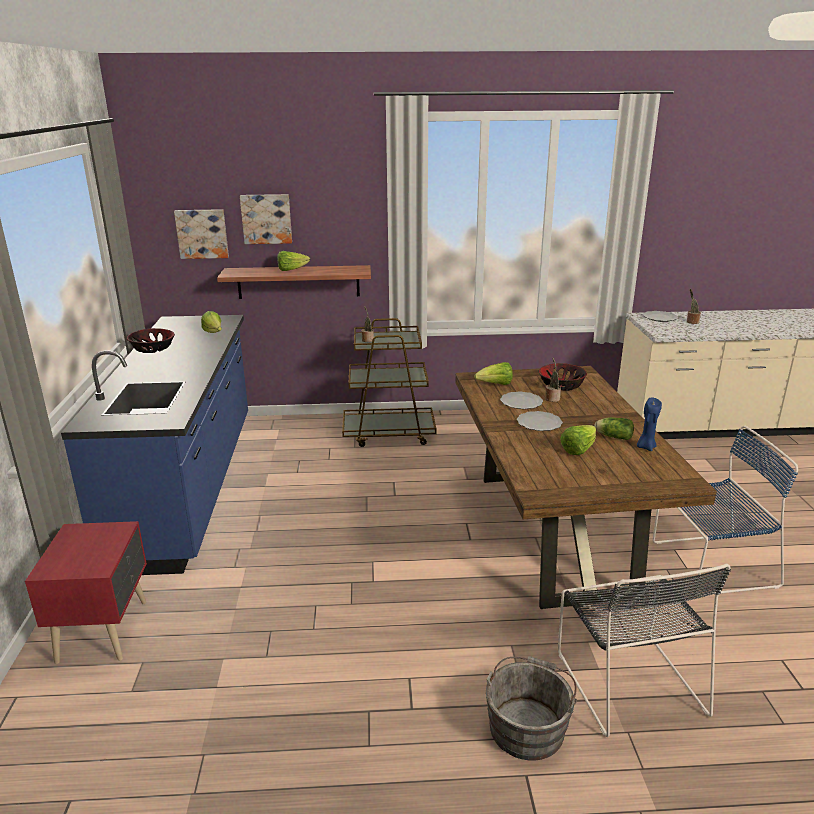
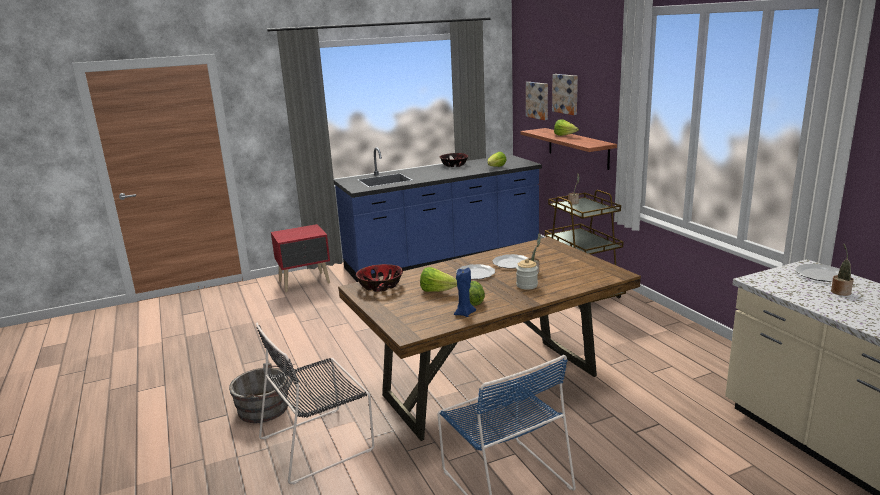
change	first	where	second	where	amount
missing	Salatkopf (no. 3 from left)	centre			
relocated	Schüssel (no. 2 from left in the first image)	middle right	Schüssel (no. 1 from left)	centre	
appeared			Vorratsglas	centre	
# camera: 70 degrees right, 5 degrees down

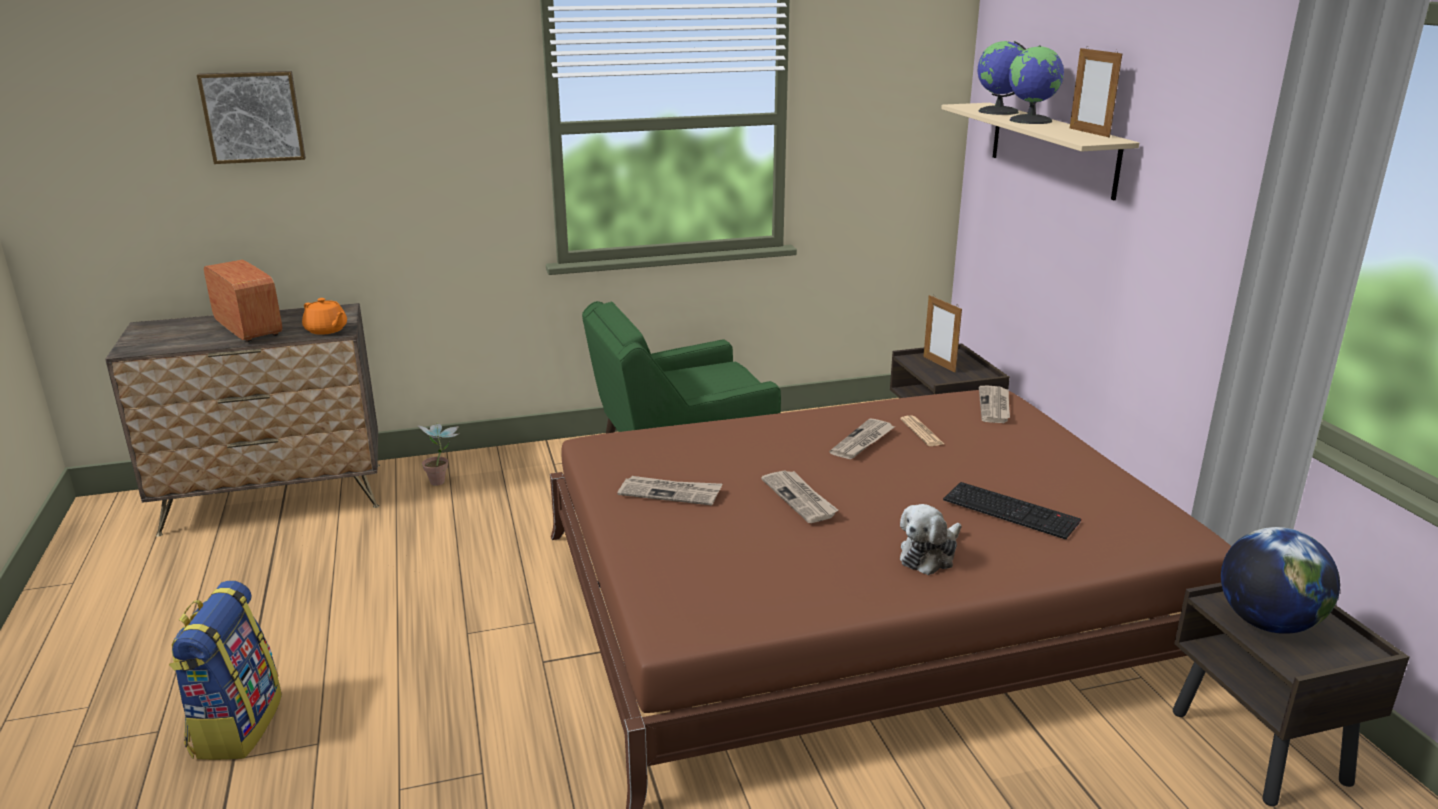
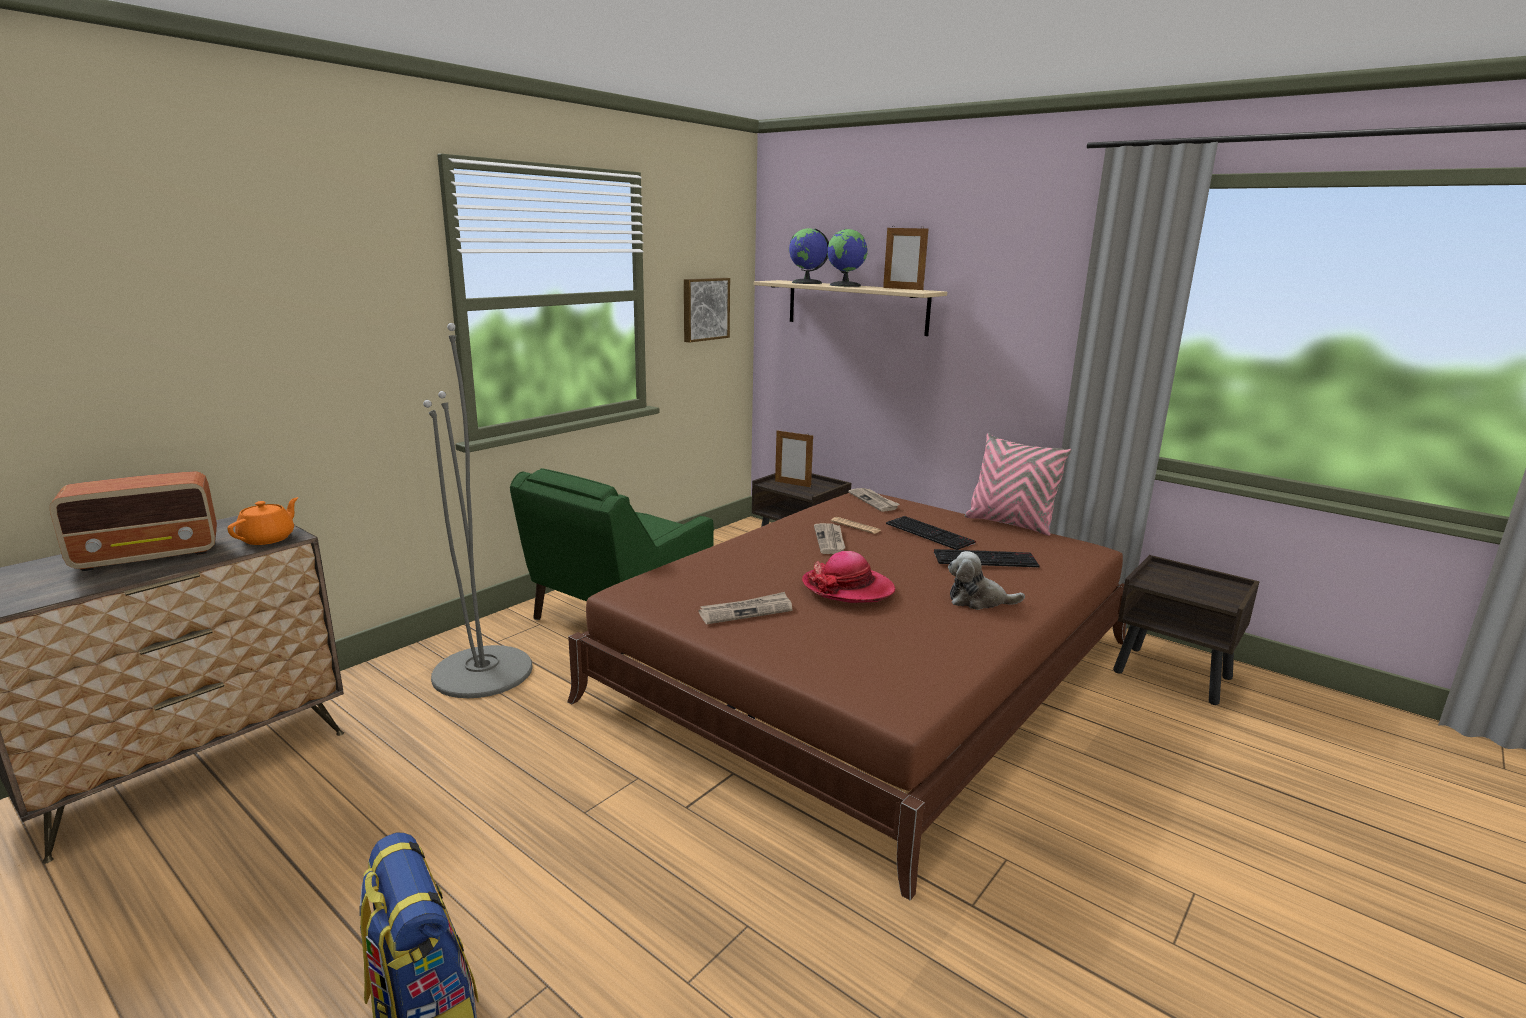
change	first	where	second	where	amount
relocated	Bild	top left		top centre	
spun	Radio	middle left		middle left	135 degrees clockwise
spun	Teekanne [orange]	middle left		middle left	75 degrees counterclockwise
missing	Topfpflanze	middle left			
exchanged	Zeitung (no. 2 from left)	centre	Hut	centre	
spun	Plüschtier	centre		centre	90 degrees clockwise
missing	Globus (no. 3 from left)	bottom right			
appeared			Stehlampe [grau]	middle left	
appeared			Tastatur (no. 1 from left)	centre	
appeared			Kissen [rosa]	middle right	
# camera: 35 degrees left, 5 degrees down

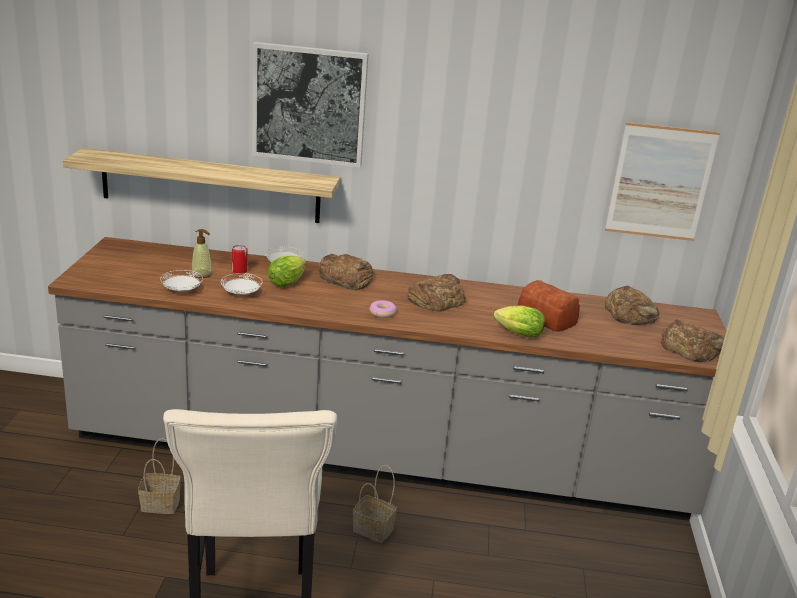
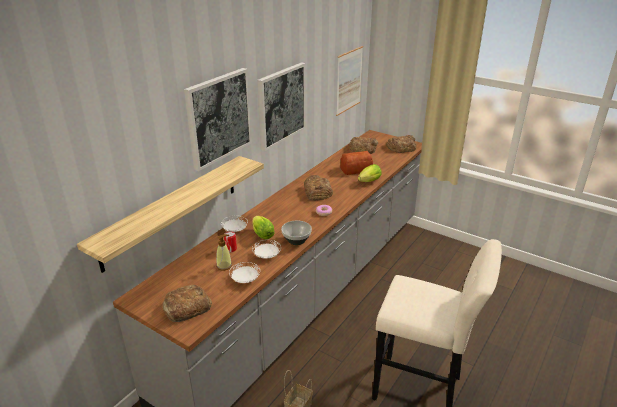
change	first	where	second	where	amount
relocated	Brot (no. 1 from left)	centre		bottom left	
missing	Korb (no. 2 from left)	bottom centre			
appeared			Bild (no. 2 from left)	top centre	
appeared			Schüssel	centre	
# camera: 60 degrees left, 5 degrees up

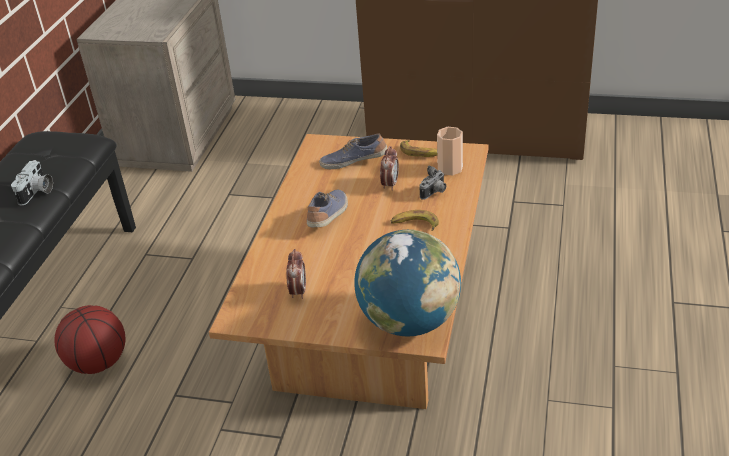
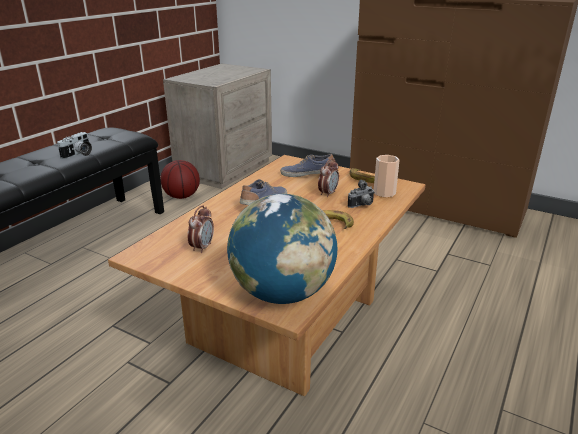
change	first	where	second	where	amount
relocated	Basketball	bottom left		middle left	
# camera: 15 degrees right, 10 degrees down

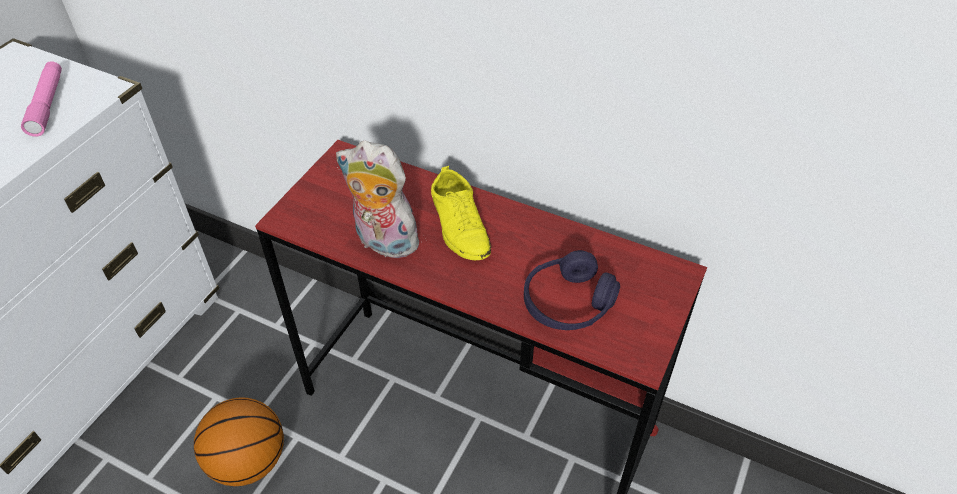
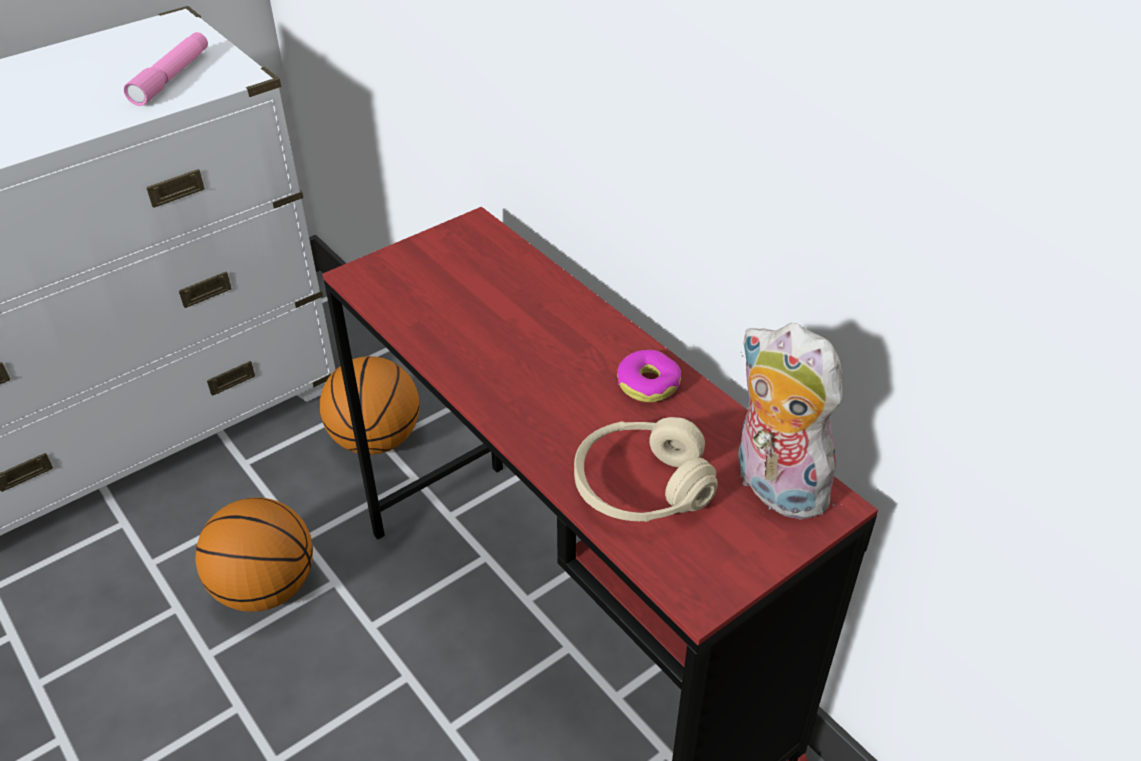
change	first	where	second	where	amount
relocated	Plüschtier	centre		middle right	
missing	Schuh [gelb]	centre			
colour	Kopfhörer [lila]	centre	Kopfhörer [beige]	centre	
appeared			Basketball (no. 2 from left)	middle left	
appeared			Donut	centre	
# camera: 25 degrees right, 5 degrees down

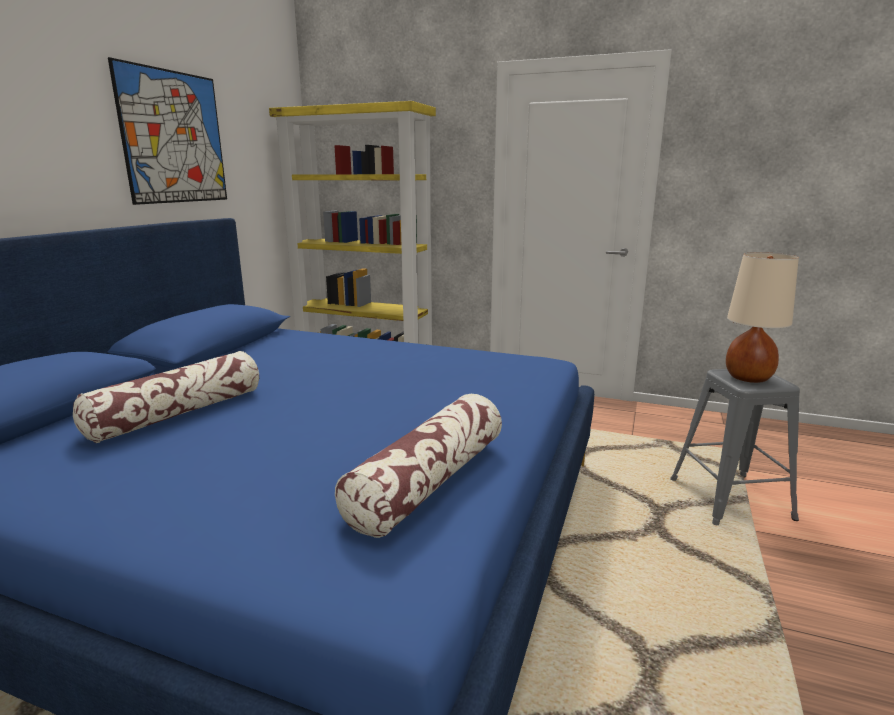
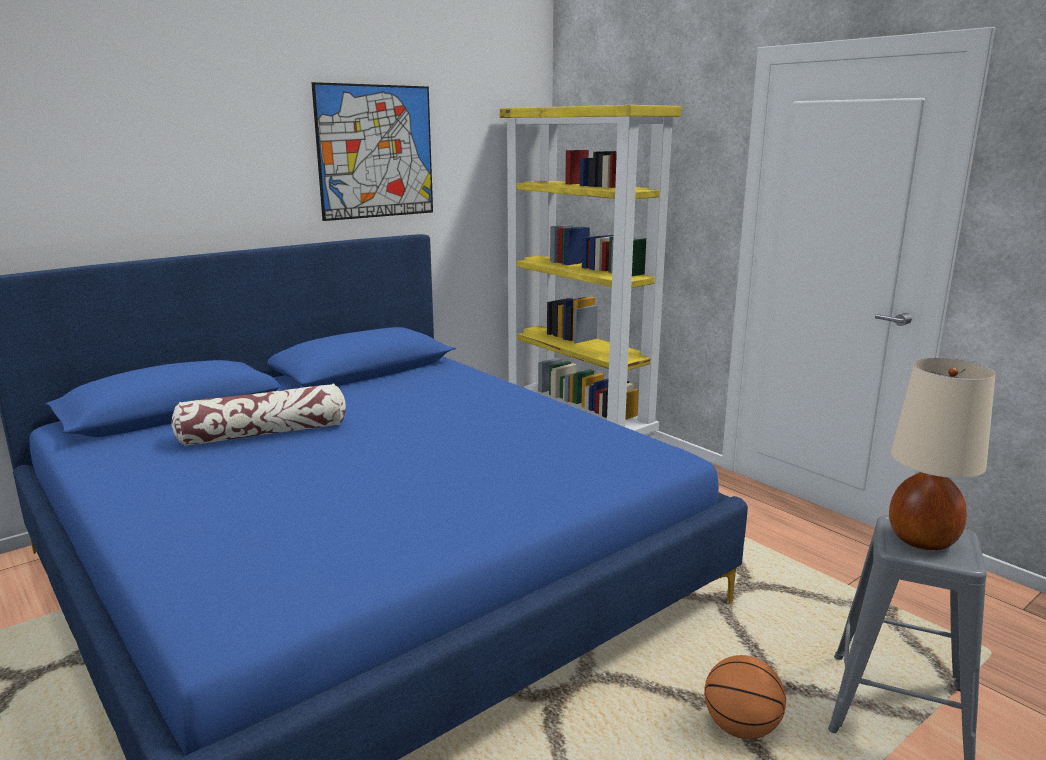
change	first	where	second	where	amount
missing	Kissen (no. 2 from left)	centre			
appeared			Basketball	bottom right	
# camera: 30 degrees right, 0 degrees up

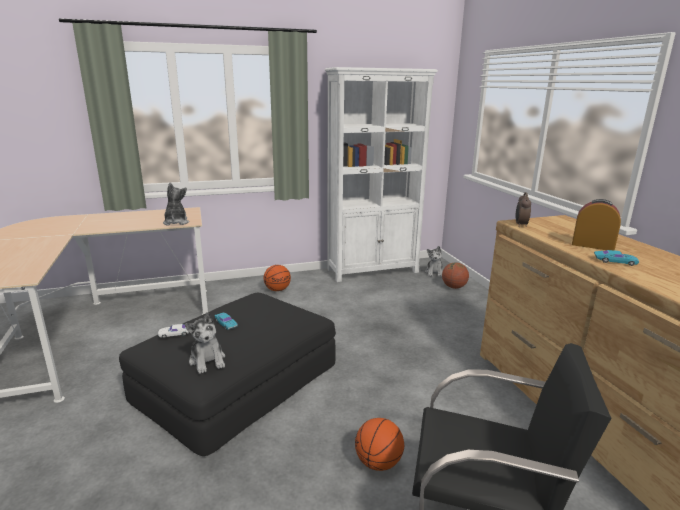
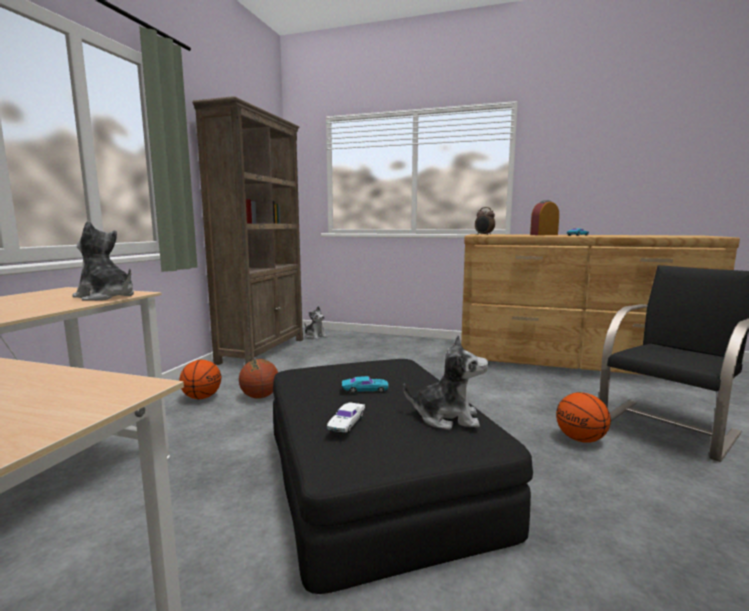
change	first	where	second	where	amount
colour	Bücherregal [weiß]	centre	Bücherregal [braun]	middle left	
relocated	Basketball (no. 3 from left in the first image)	middle right	Basketball (no. 2 from left)	centre	
# camera: 55 degrees left, 10 degrees down

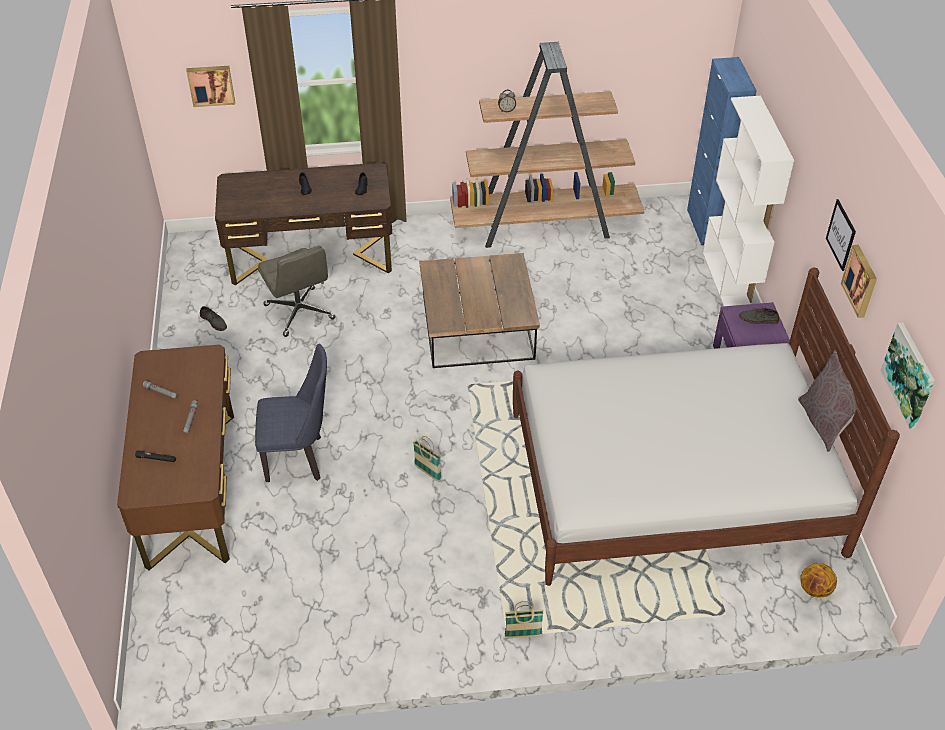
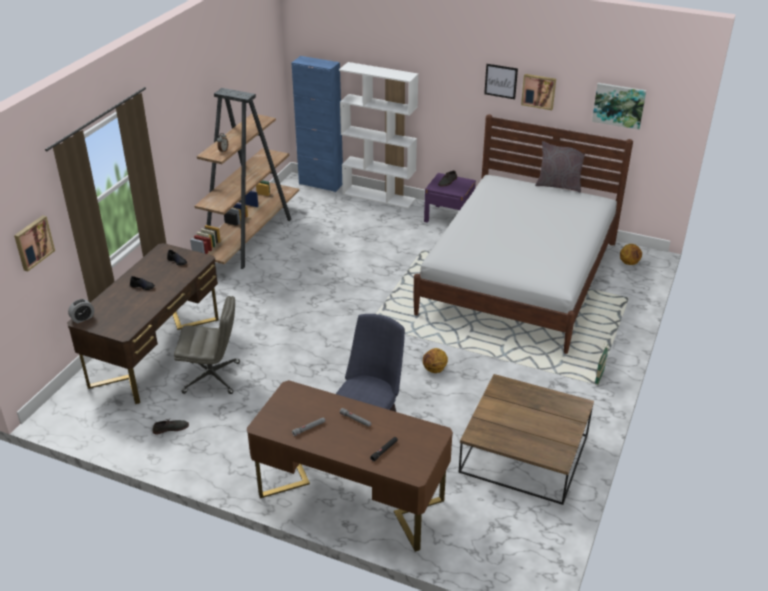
change	first	where	second	where	amount
exchanged	Korb (no. 1 from left)	centre	Basketball (no. 1 from left)	centre	
relocated	Couchtisch [braun]	centre		bottom right	
appeared			Wecker (no. 1 from left)	middle left	
# camera: 60 degrees left, 10 degrees down

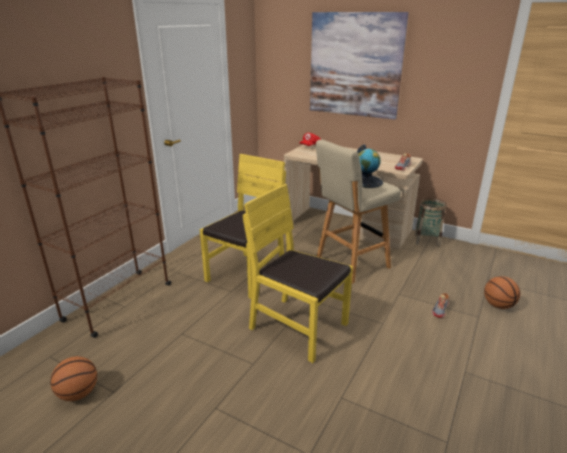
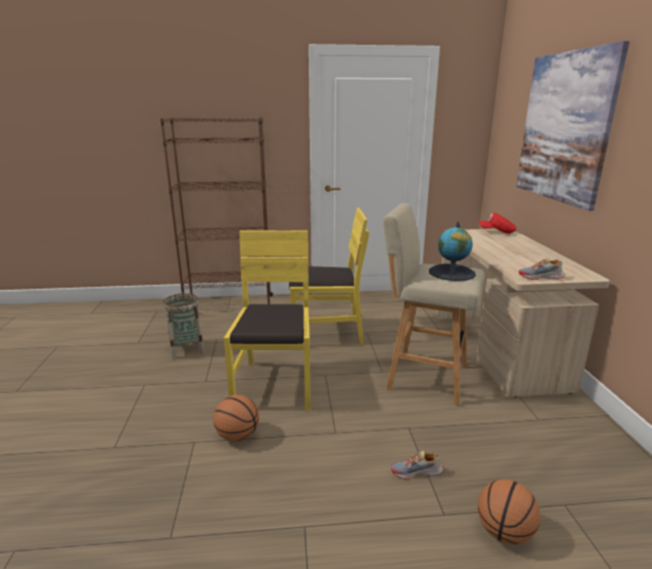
change	first	where	second	where	amount
relocated	Basketball (no. 1 from left)	bottom left		bottom centre	
relocated	Korb	middle right		middle left	
# camera: 55 degrees right, 5 degrees down

